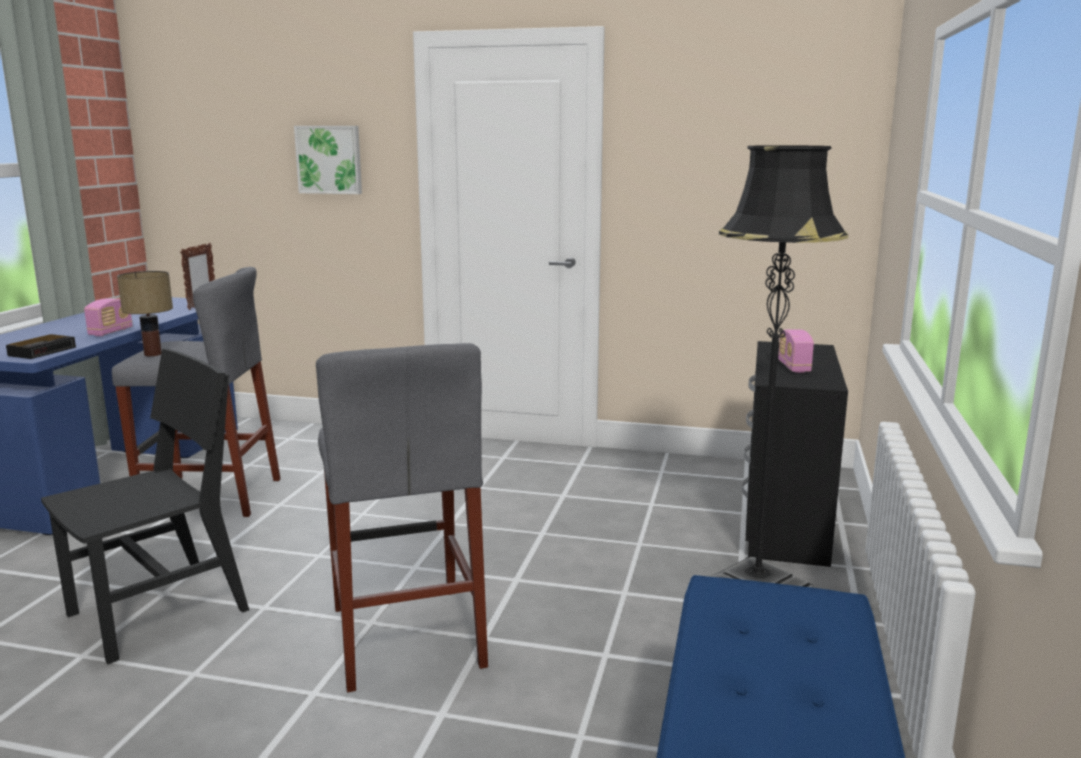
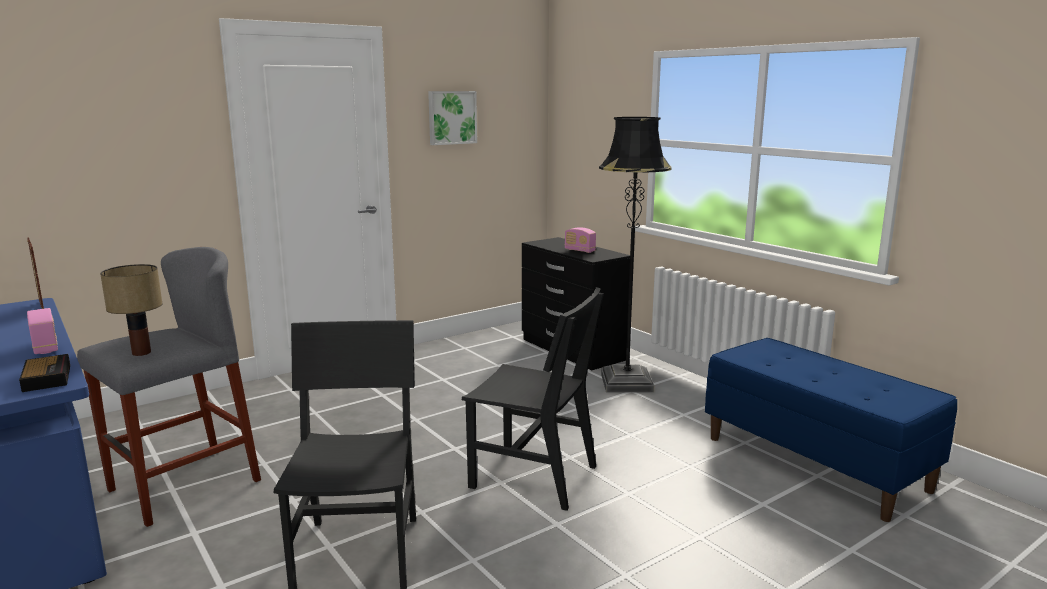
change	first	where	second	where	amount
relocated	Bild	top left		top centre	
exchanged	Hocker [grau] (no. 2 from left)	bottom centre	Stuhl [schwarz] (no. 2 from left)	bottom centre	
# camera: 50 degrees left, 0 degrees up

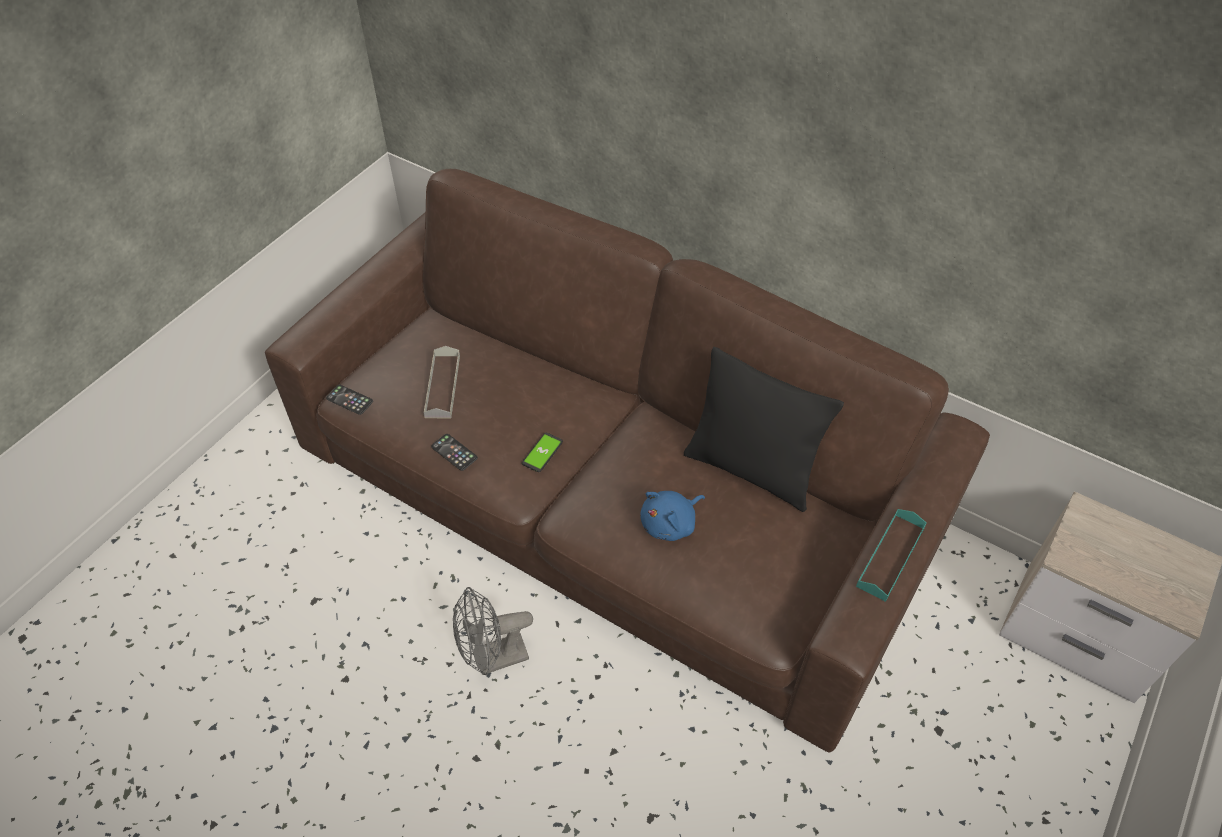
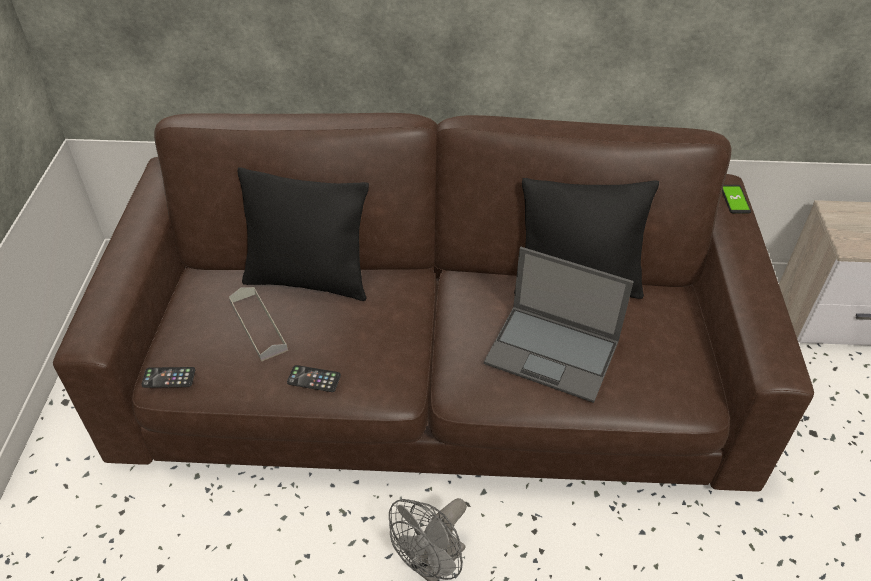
change	first	where	second	where	amount
relocated	Handy (no. 3 from left)	centre		middle right	
exchanged	Plüschtier [blau]	centre	Laptop	centre	
missing	Tablett [türkis]	middle right			
appeared			Kissen [schwarz] (no. 1 from left)	centre	
# camera: 30 degrees left, 5 degrees down

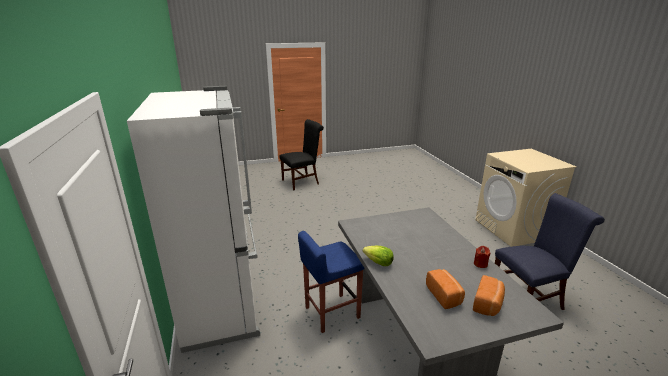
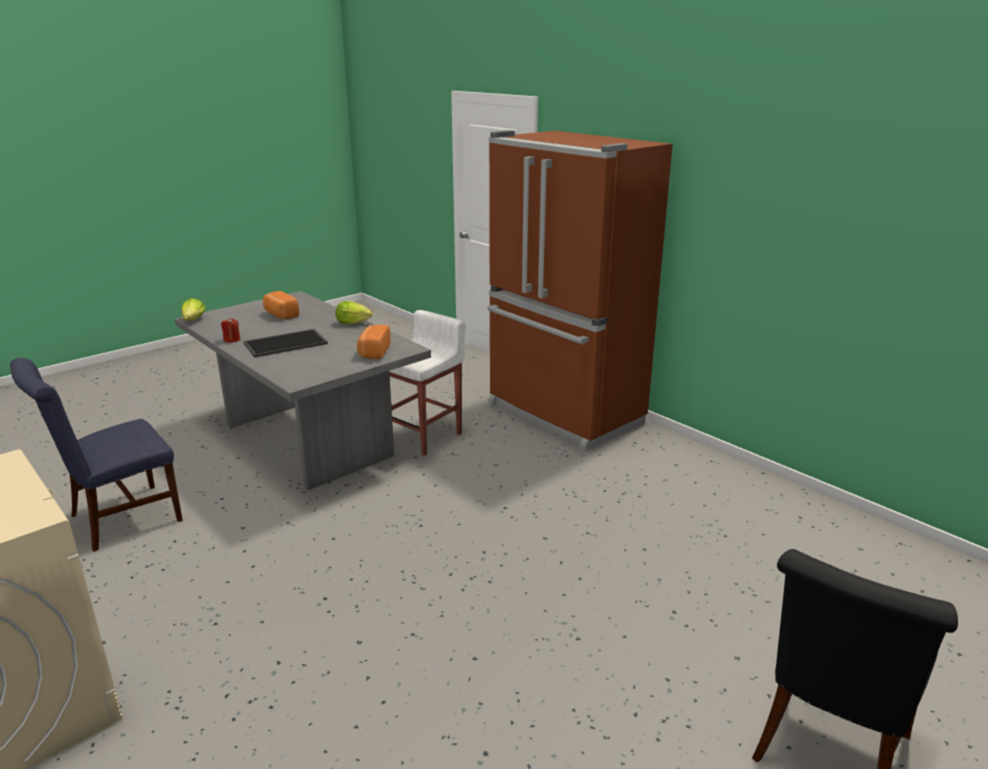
change	first	where	second	where	amount
colour	Kühlschrank [weiß]	middle left	Kühlschrank [braun]	centre	
colour	Hocker [blau]	bottom centre	Hocker [weiß]	centre	
relocated	Brot (no. 2 from left)	bottom right		centre	
appeared			Salatkopf (no. 1 from left)	middle left	
appeared			Tablett	middle left	
# camera: 155 degrees right, 0 degrees up

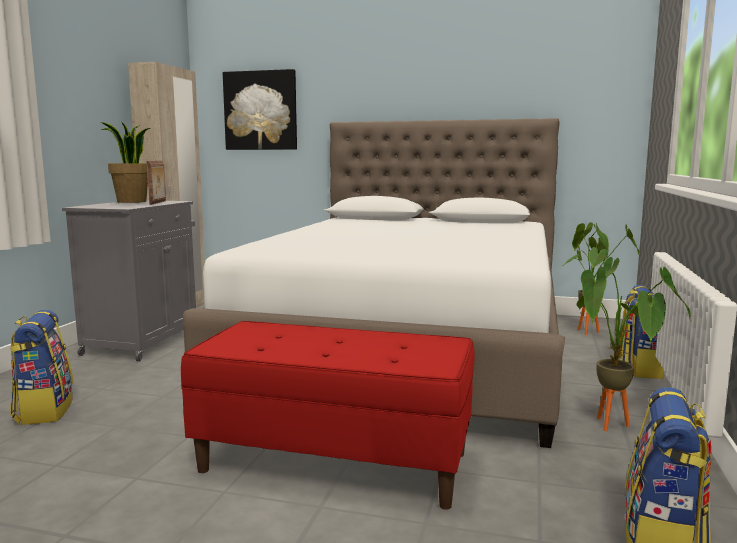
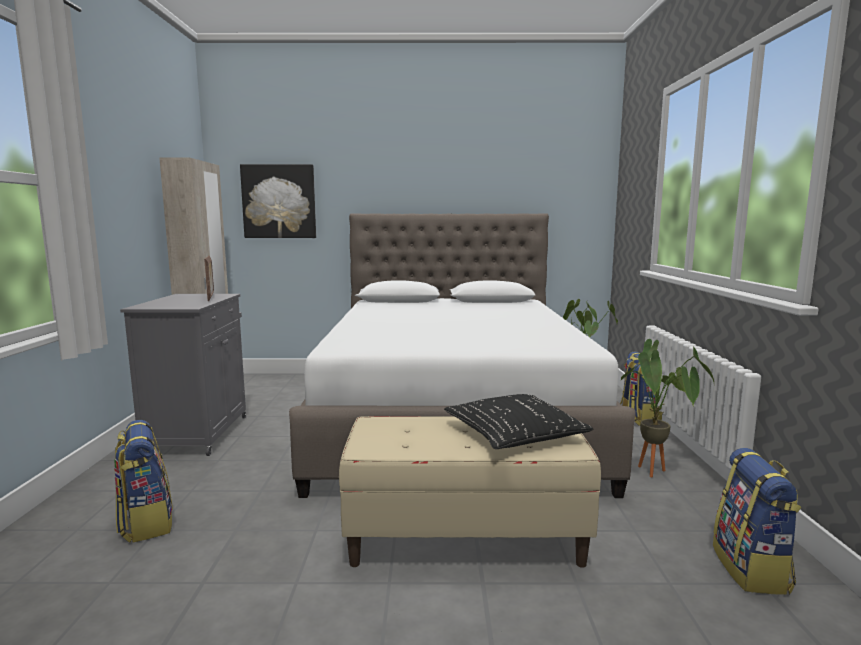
change	first	where	second	where	amount
missing	Topfpflanze (no. 1 from left)	top left			
colour	Bank [rot]	bottom centre	Bank [beige]	bottom centre	
appeared			Kissen [schwarz]	centre	
# camera: 15 degrees left, 0 degrees up

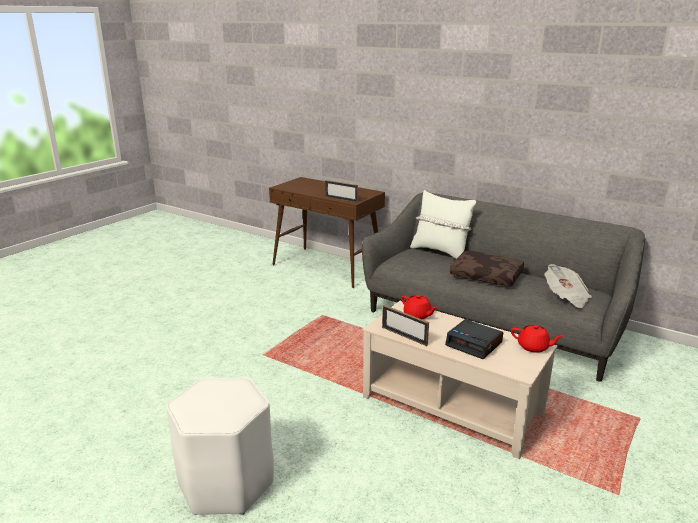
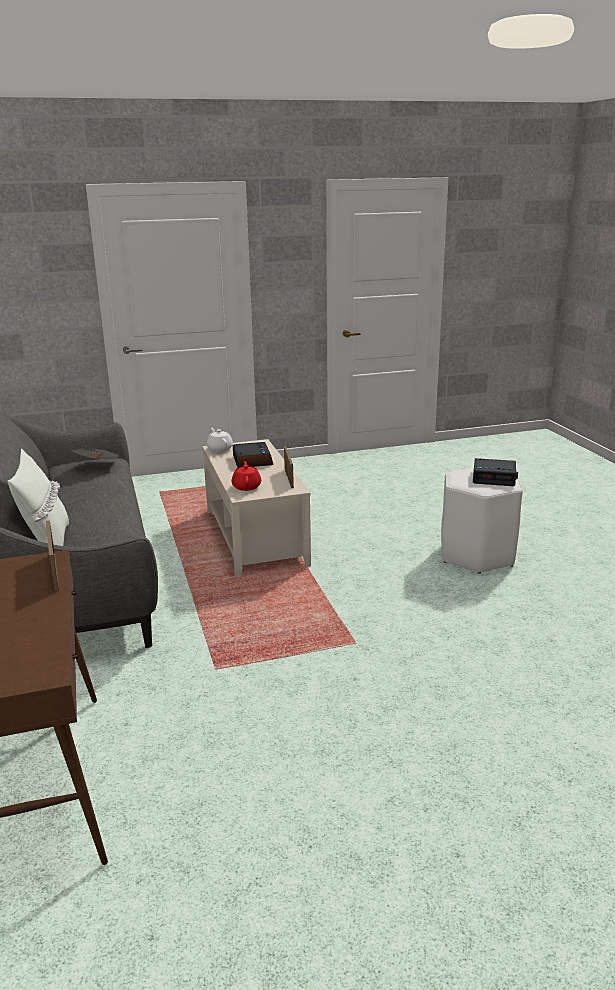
change	first	where	second	where	amount
missing	Kissen [braun]	middle right			
colour	Teekanne [rot] (no. 2 from left)	middle right	Teekanne [weiß]	centre	
appeared			Wecker (no. 2 from left)	middle right	
# camera: 140 degrees left, 0 degrees up

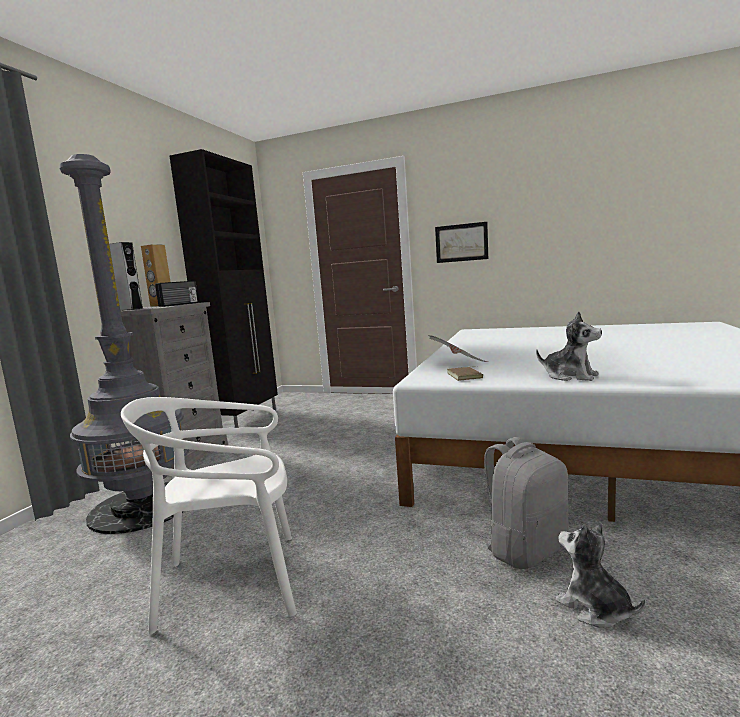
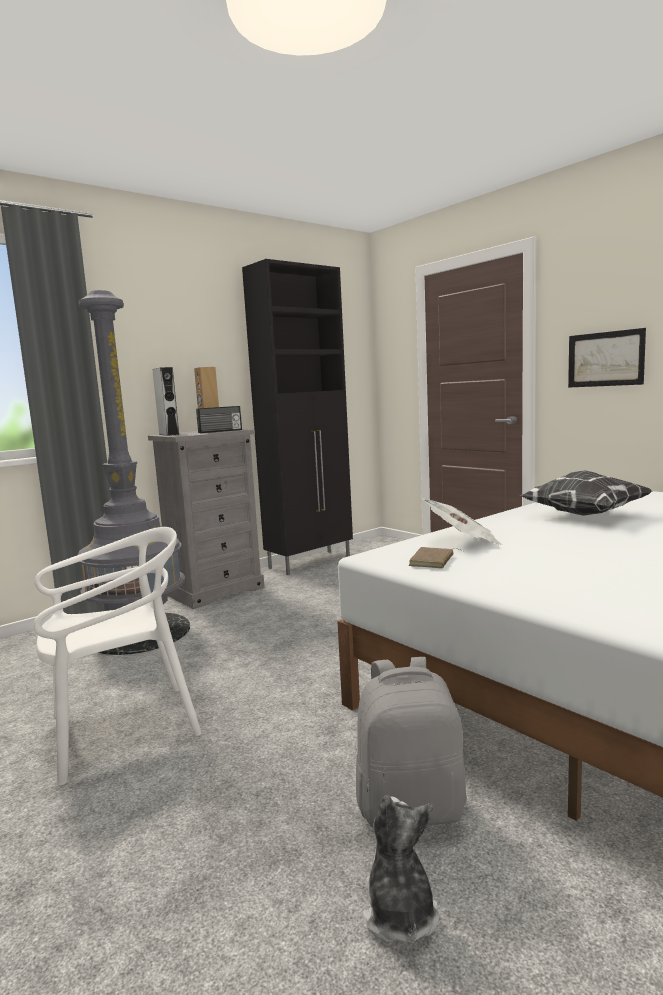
change	first	where	second	where	amount
spun	Stuhl [weiß]	bottom left		middle left	135 degrees clockwise
missing	Plüschtier (no. 1 from left)	middle right			
appeared			Kissen	middle right	
# camera: 30 degrees right, 0 degrees up

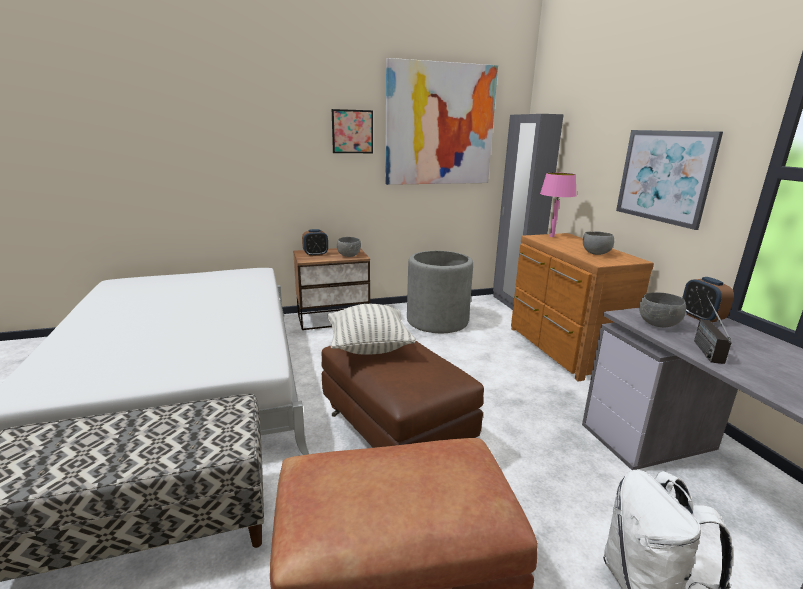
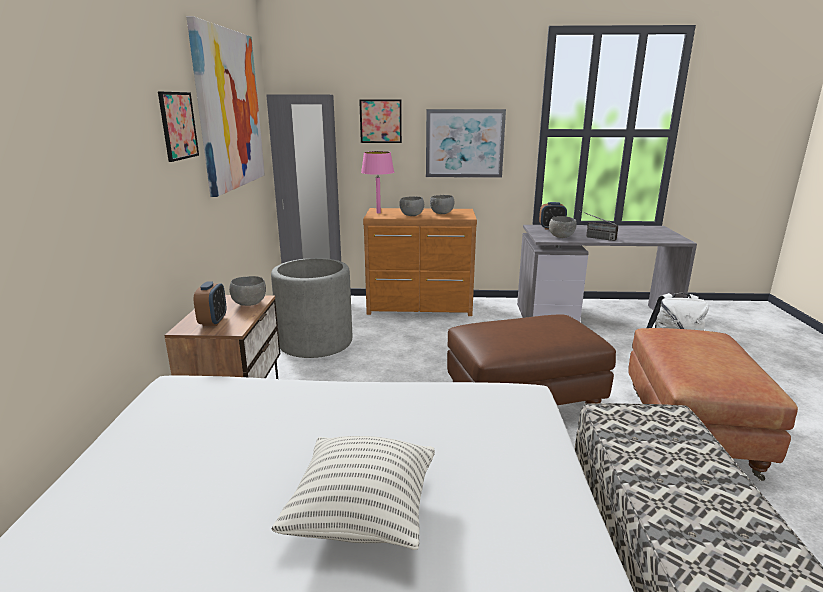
change	first	where	second	where	amount
relocated	Kissen	centre		bottom centre	
appeared			Bild (no. 3 from left)	top centre	
appeared			Schüssel [grau] (no. 2 from left)	centre	
# camera: 70 degrees left, 0 degrees up

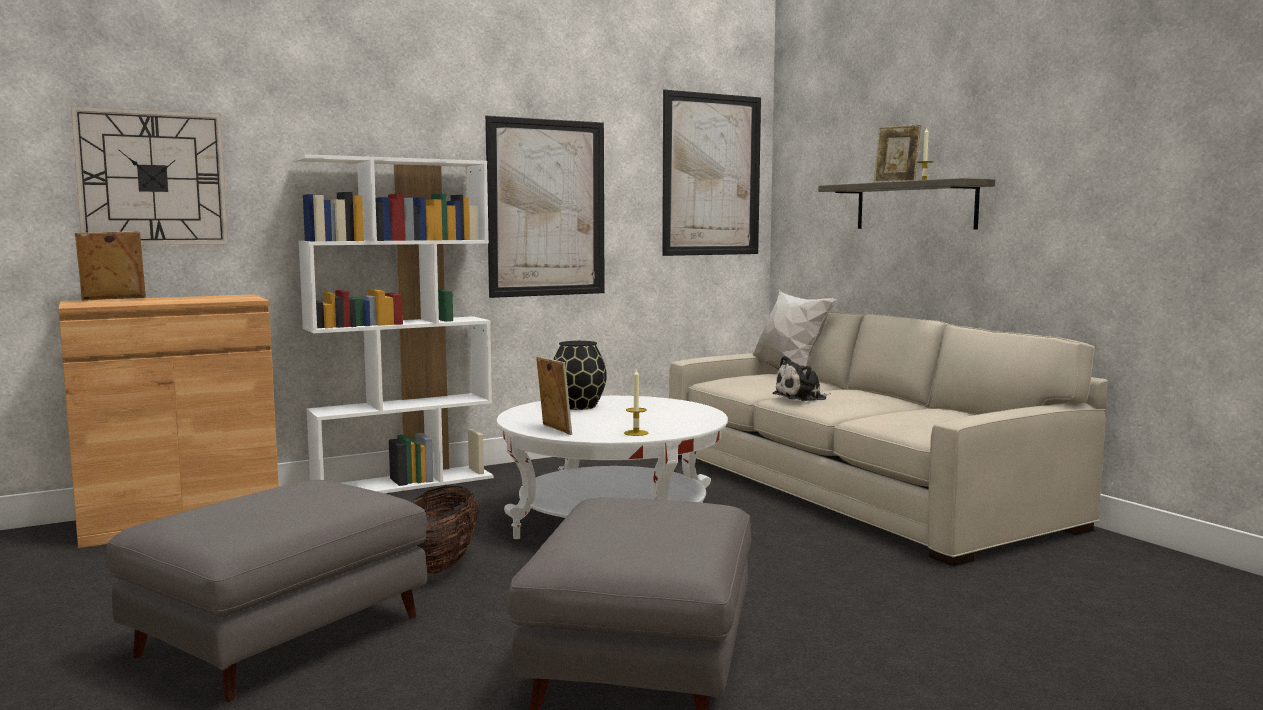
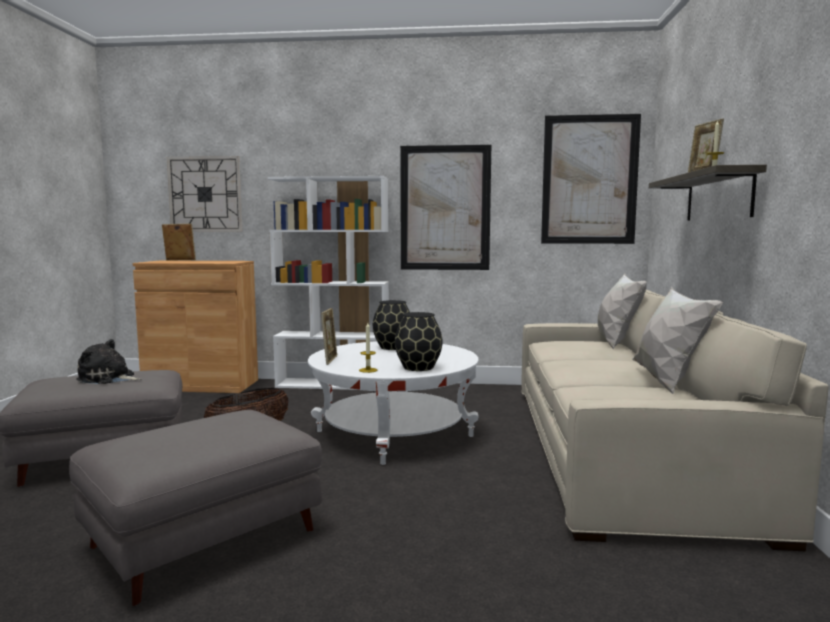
change	first	where	second	where	amount
relocated	Plüschtier	centre		middle left	
appeared			Vase [schwarz] (no. 2 from left)	centre	
appeared			Kissen [weiß] (no. 2 from left)	middle right	
# camera: 35 degrees right, 0 degrees up

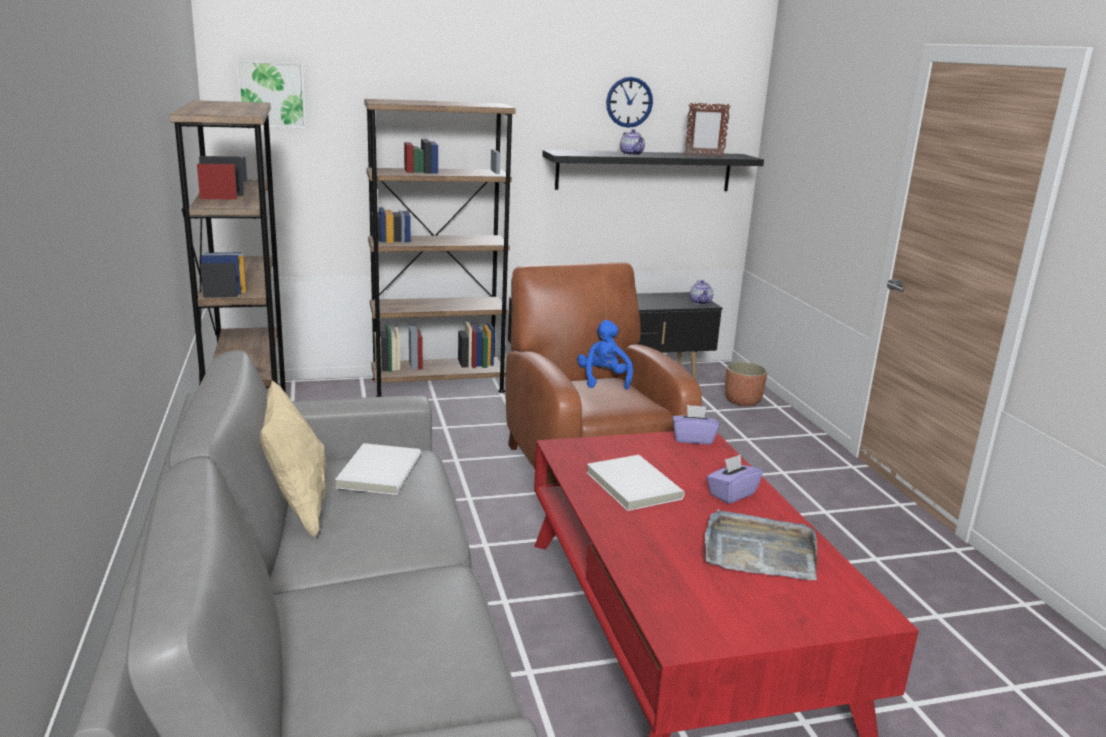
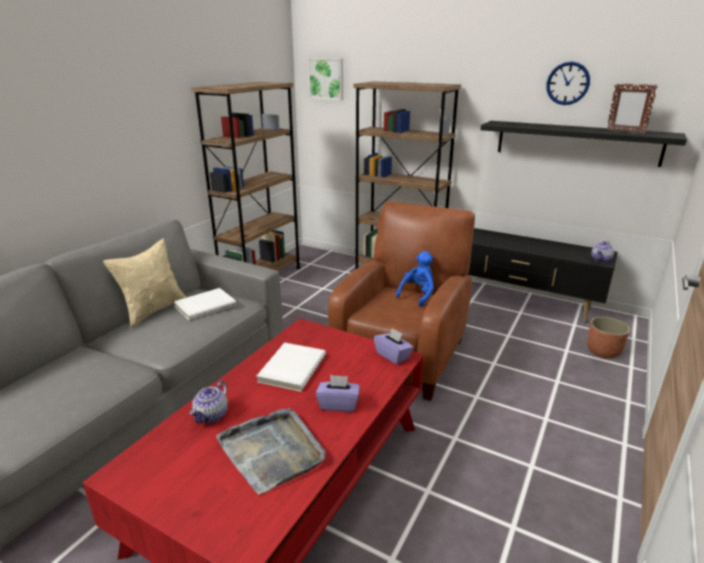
change	first	where	second	where	amount
relocated	Teekanne (no. 1 from left)	top centre		bottom left	
# camera: 45 degrees right, 5 degrees up

